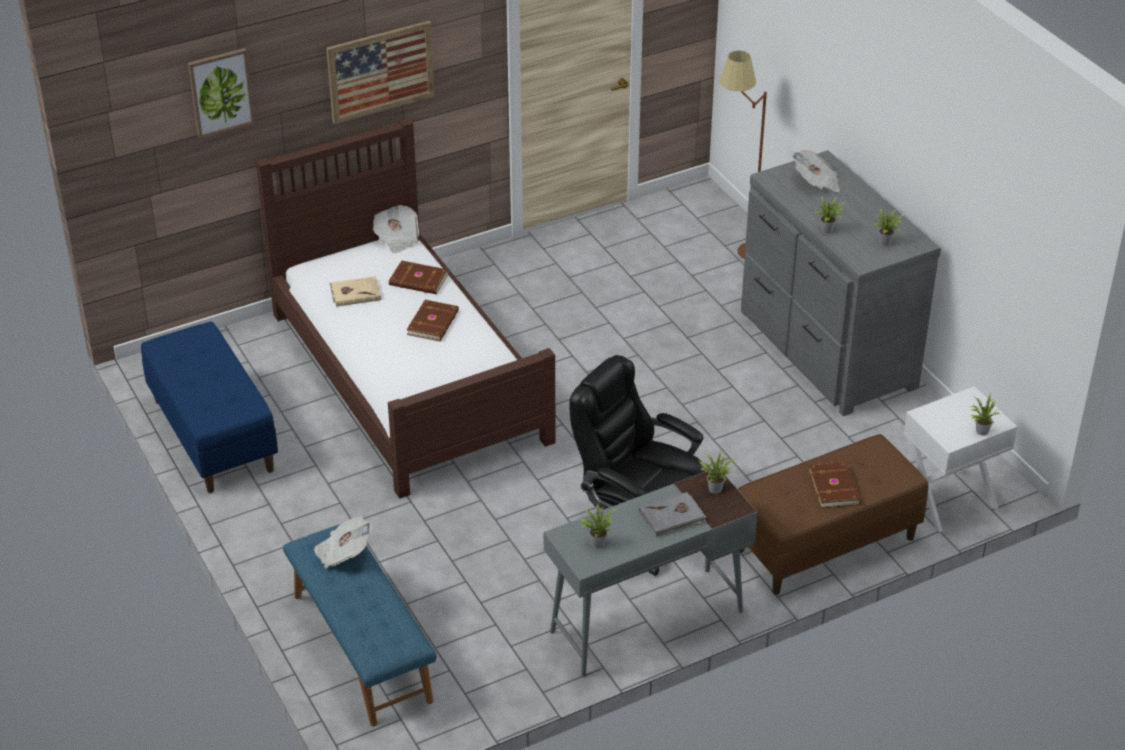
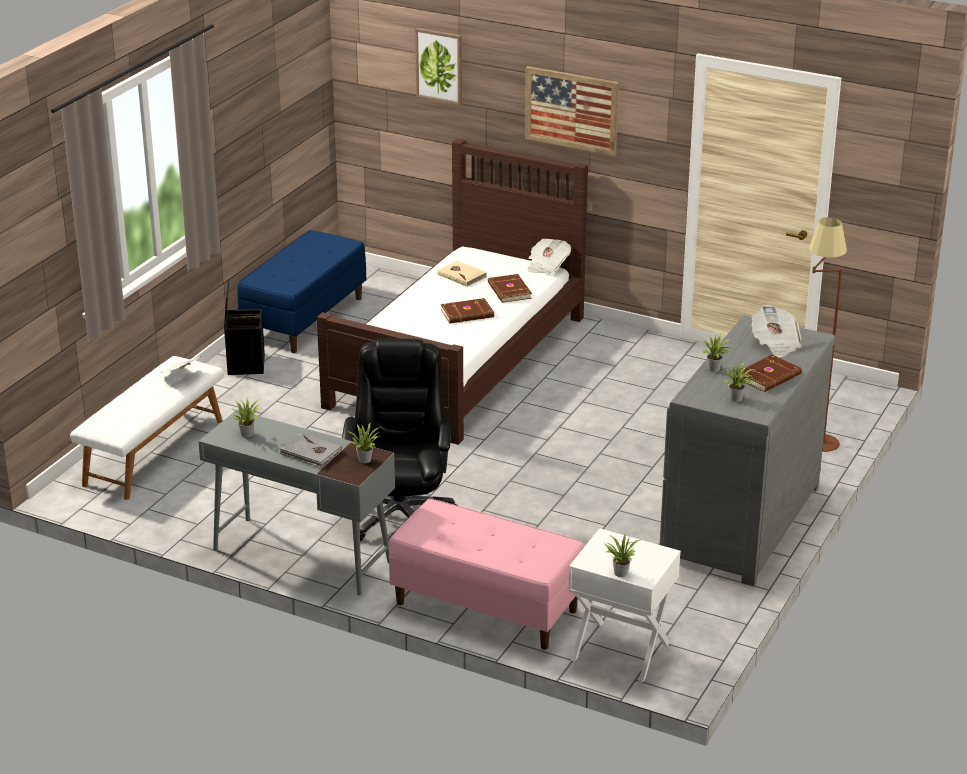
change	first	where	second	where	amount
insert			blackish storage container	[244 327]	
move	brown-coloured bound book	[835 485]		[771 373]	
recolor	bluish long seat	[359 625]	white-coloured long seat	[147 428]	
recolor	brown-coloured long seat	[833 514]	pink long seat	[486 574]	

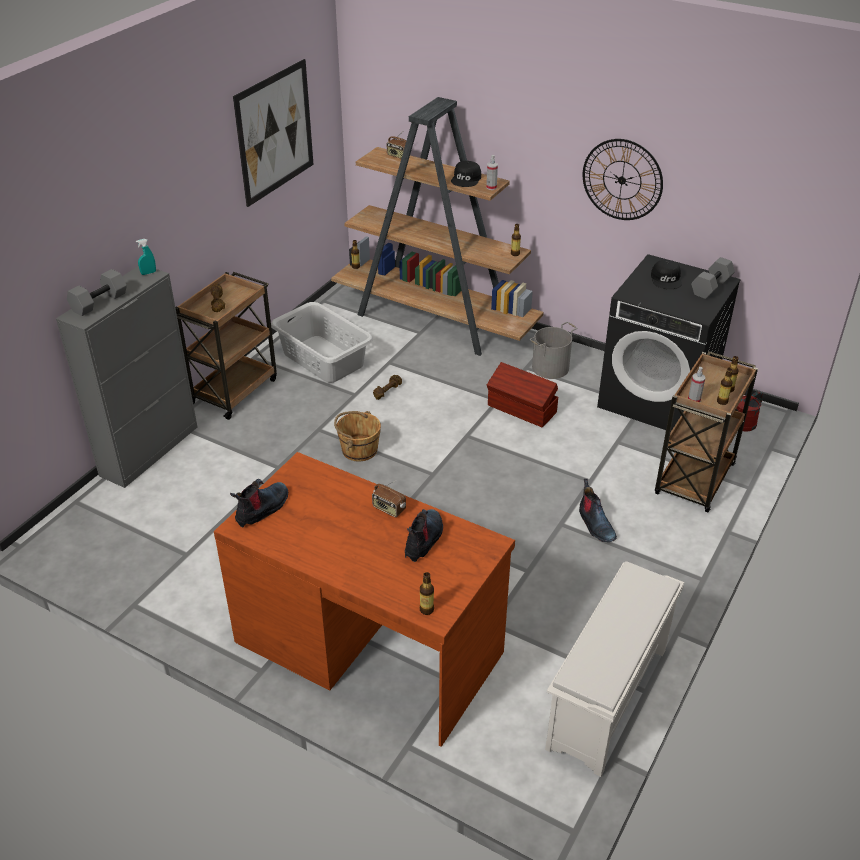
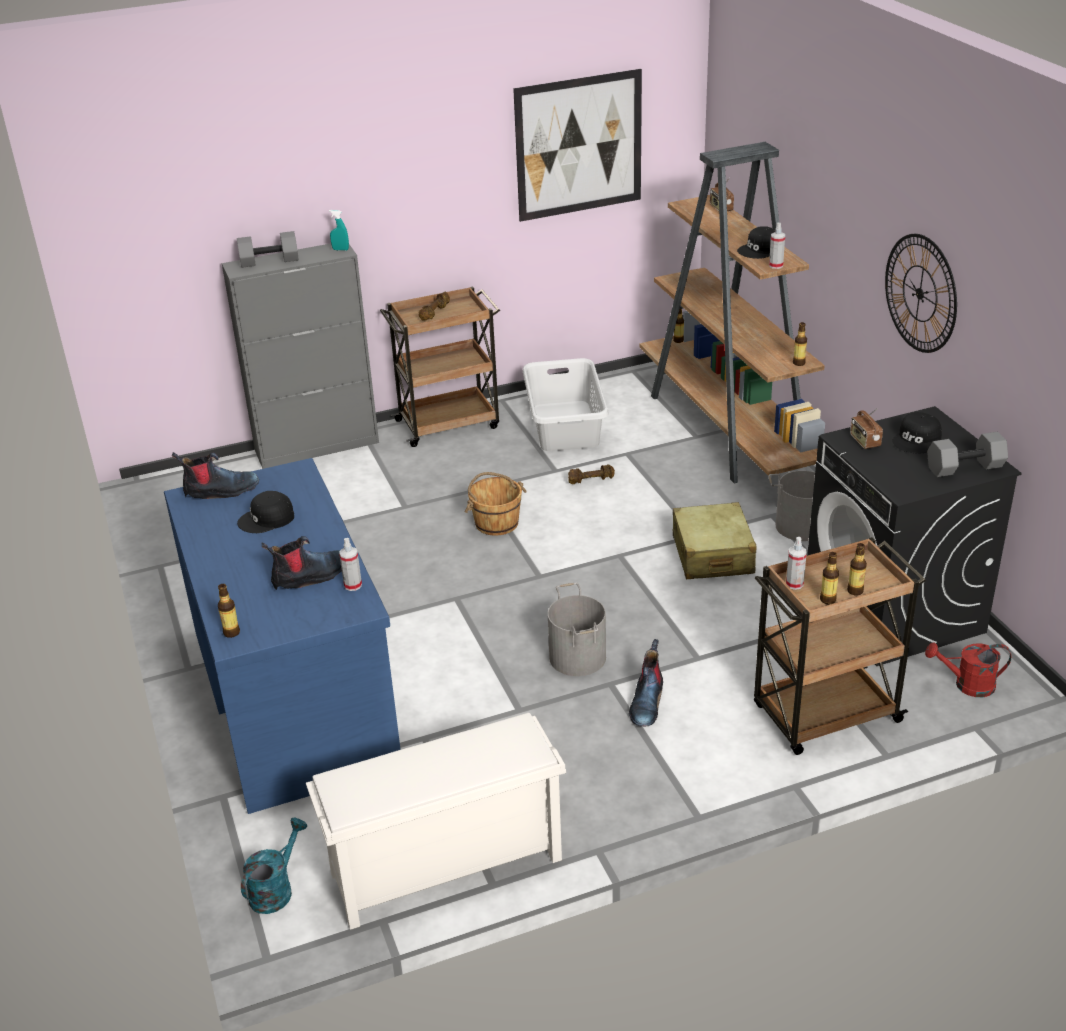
change	first	where	second	where	amount
insert			blackish cap	[265 512]	
insert			blue-green watering pot	[274 866]	
insert			hand sprayer	[350 564]	
insert			gray bucket	[577 629]	
move	radio set	[389 499]		[866 428]	
replace	brown-coloured storage container	[523 394]	beige-coloured suitcase	[714 540]	
recolor	brown-coloured desk unit	[364 599]	bluish desk unit	[282 636]	

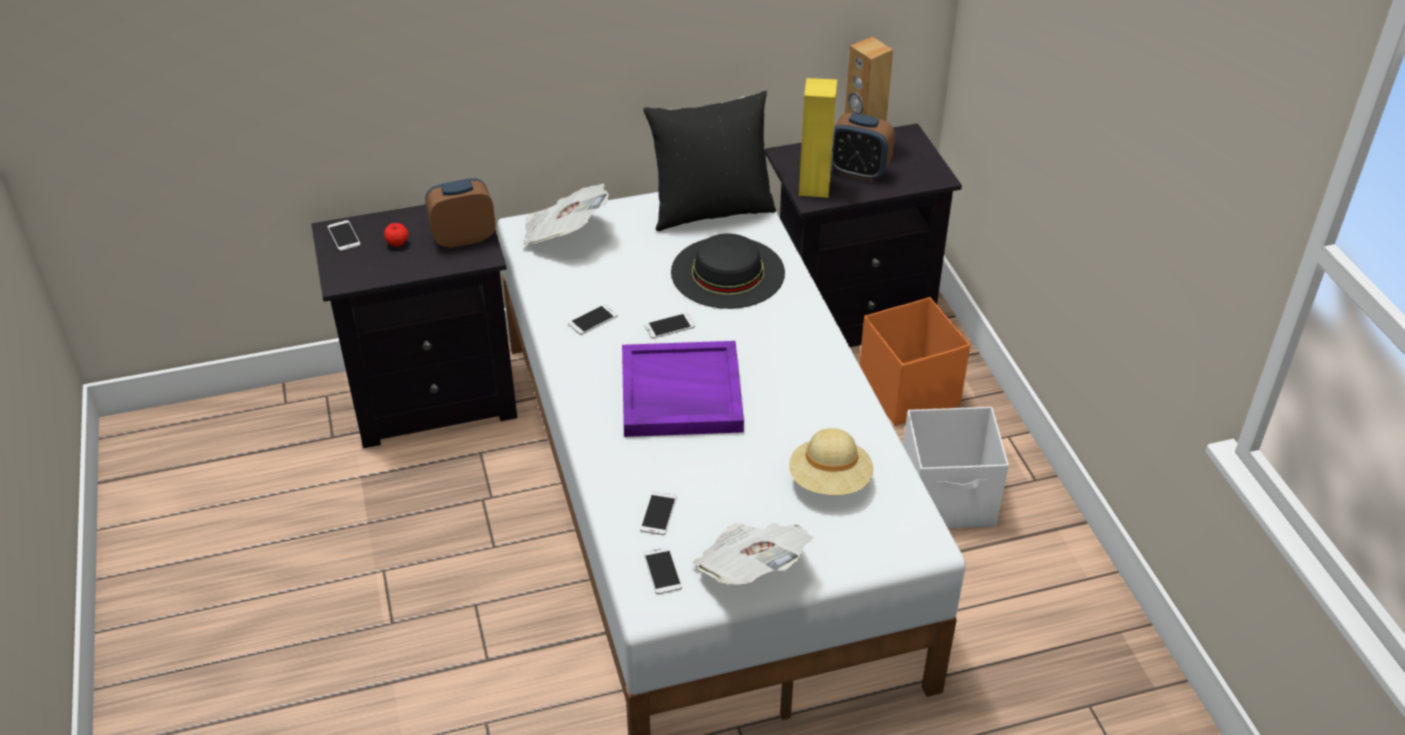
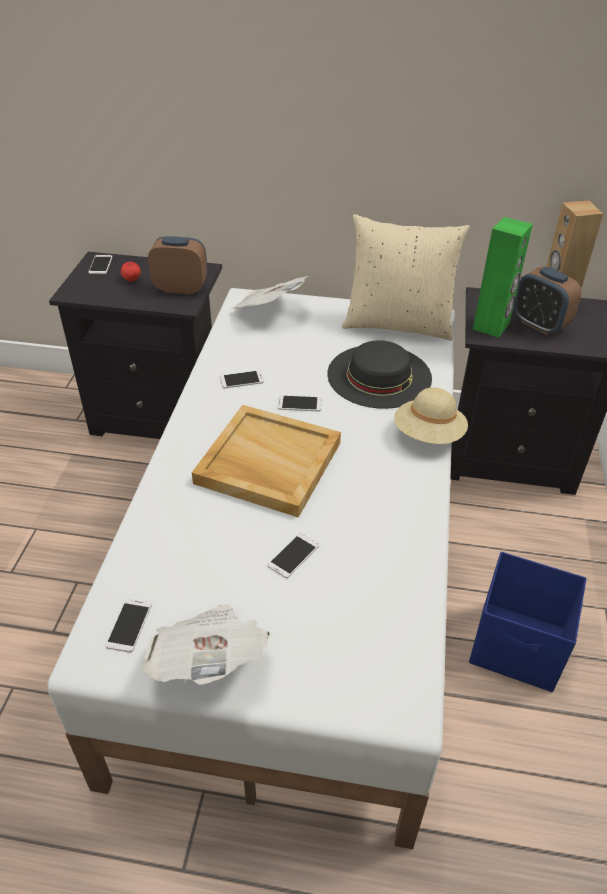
change	first	where	second	where	amount
delete	orangey storage container	[914 361]			
move	telephone	[658 513]		[293 555]	
move	beige-coloured hat	[831 461]		[431 415]	
recolor	purple-coloured tray	[683 389]	beige-coloured tray	[266 461]	
recolor	blackish cushion	[709 160]	beige-coloured cushion	[405 277]	
recolor	yellow-coloured audio speaker	[818 138]	green-coloured audio speaker	[503 277]	
recolor	white-coloured storage container	[956 467]	bluish storage container	[528 621]	

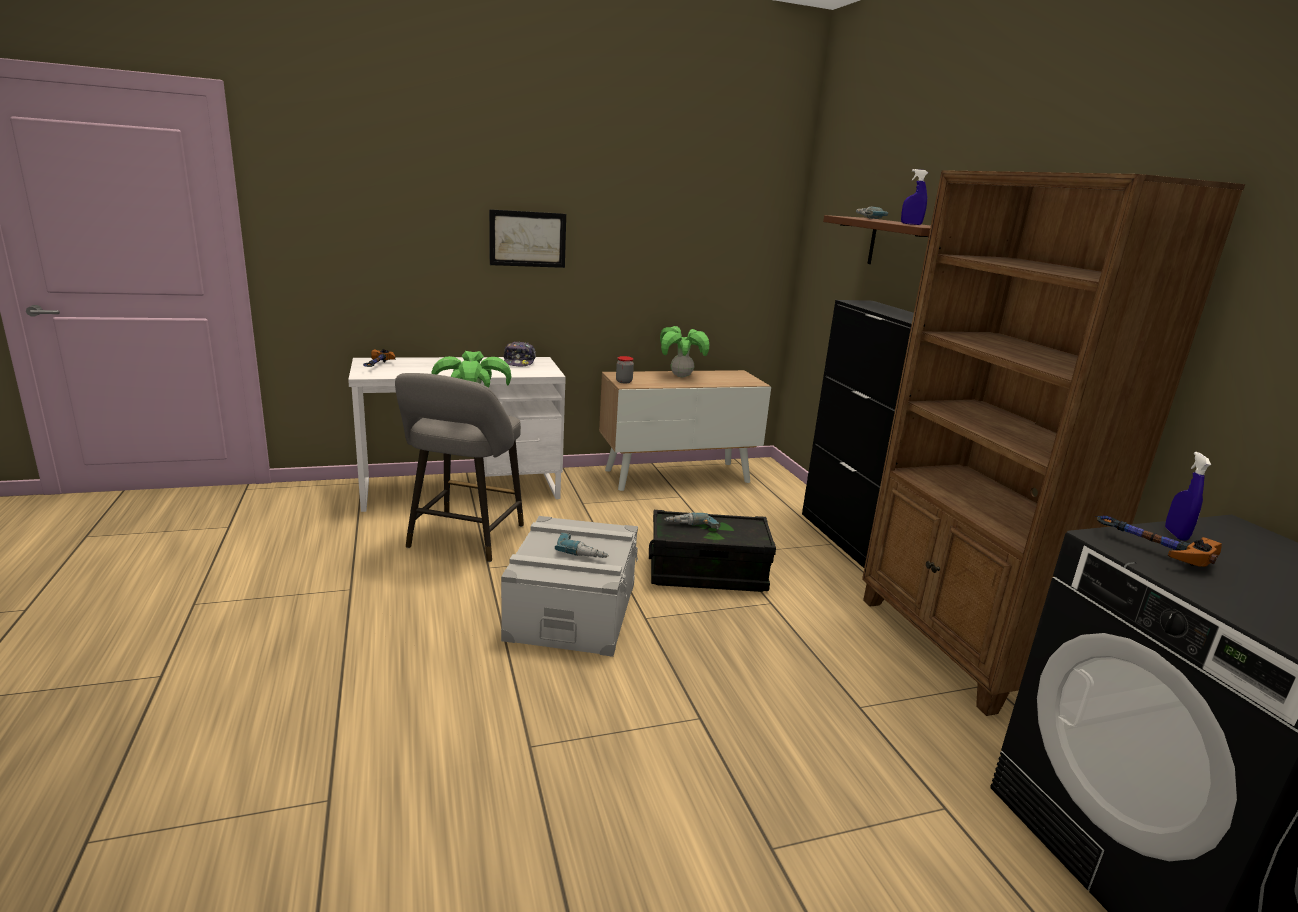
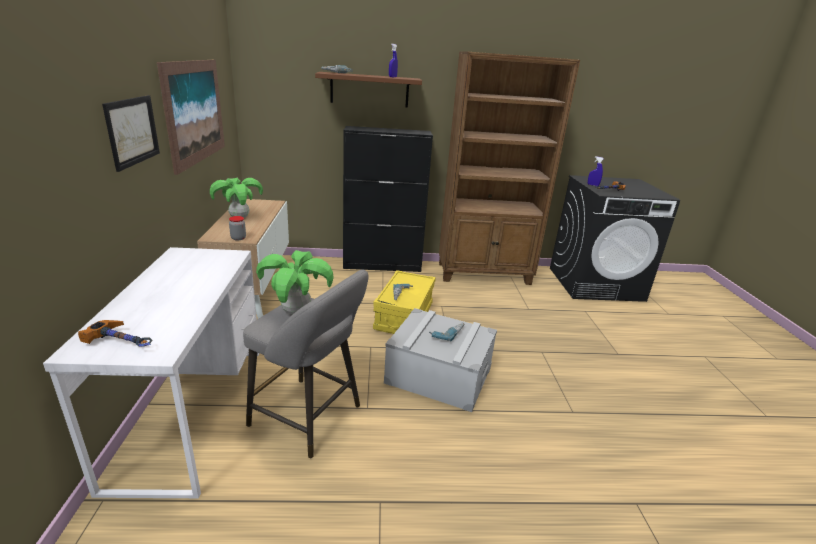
change	first	where	second	where	amount
delete	cap	[519 354]			
insert			picture	[191 117]	
recolor	blackish storage container	[712 551]	yellow-coloured storage container	[404 302]	

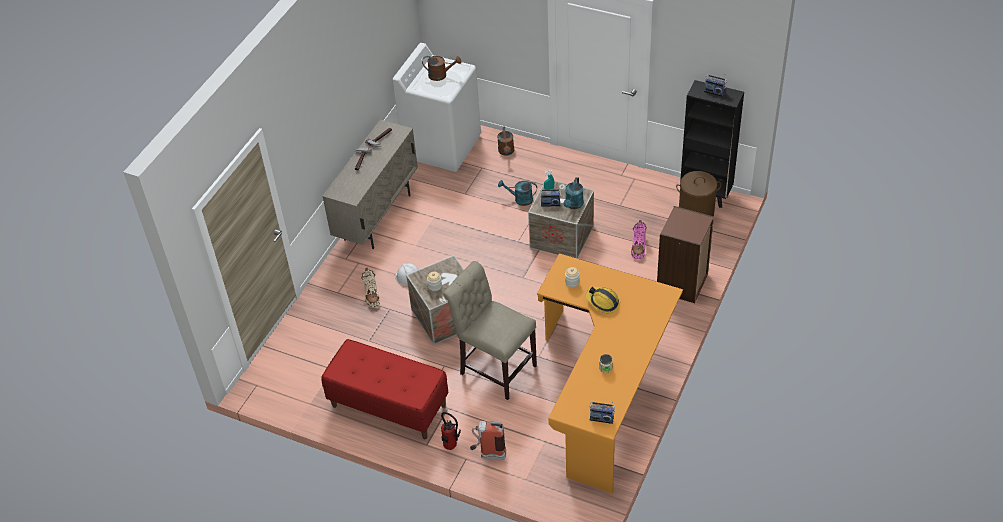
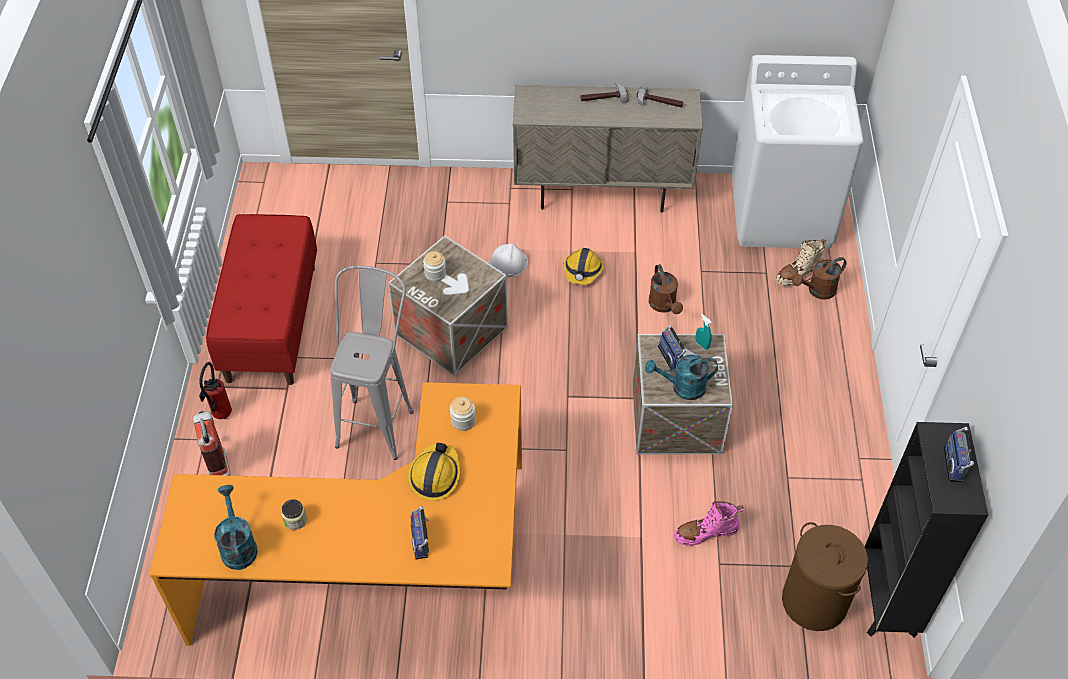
change	first	where	second	where	amount
delete	brown-coloured bookshelf	[685 254]			
insert			hard hat	[583 266]	
move	beige-coloured boot	[370 288]		[801 262]	
move	brown-coloured watering pot	[441 68]		[666 289]	
move	blue-green watering pot	[517 193]		[236 527]	
move	radio set	[602 413]		[419 532]	
replace	beige-coloured chair	[490 330]	gray sitting stool	[372 362]	

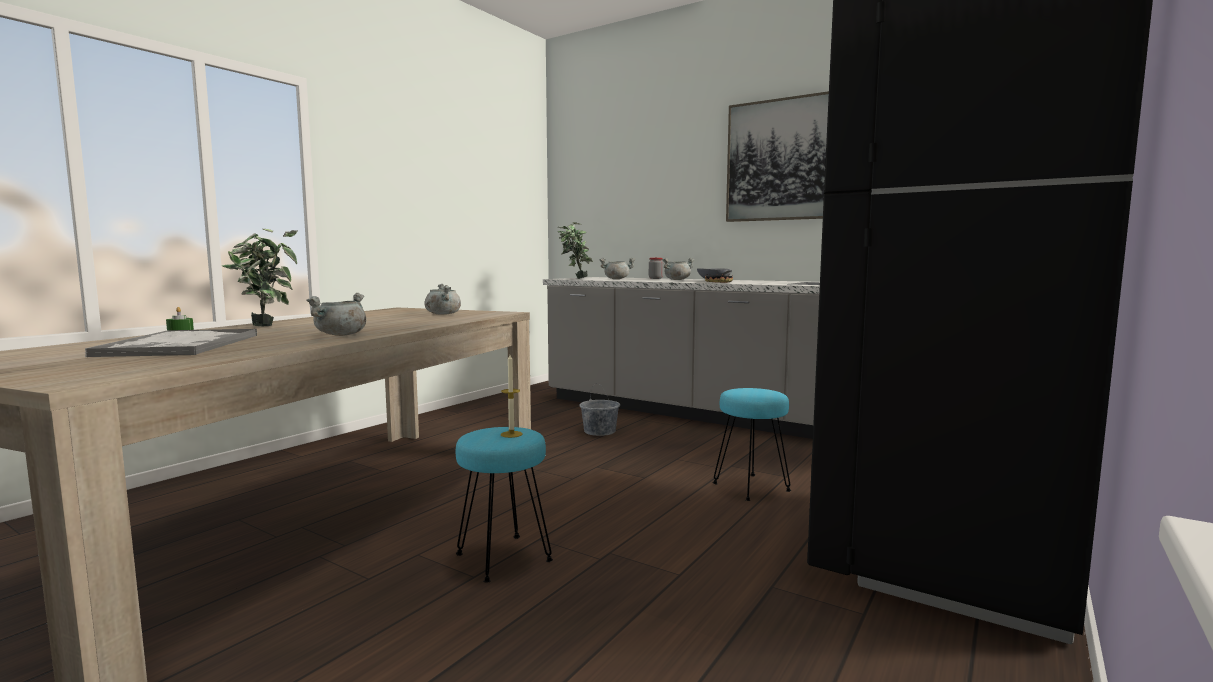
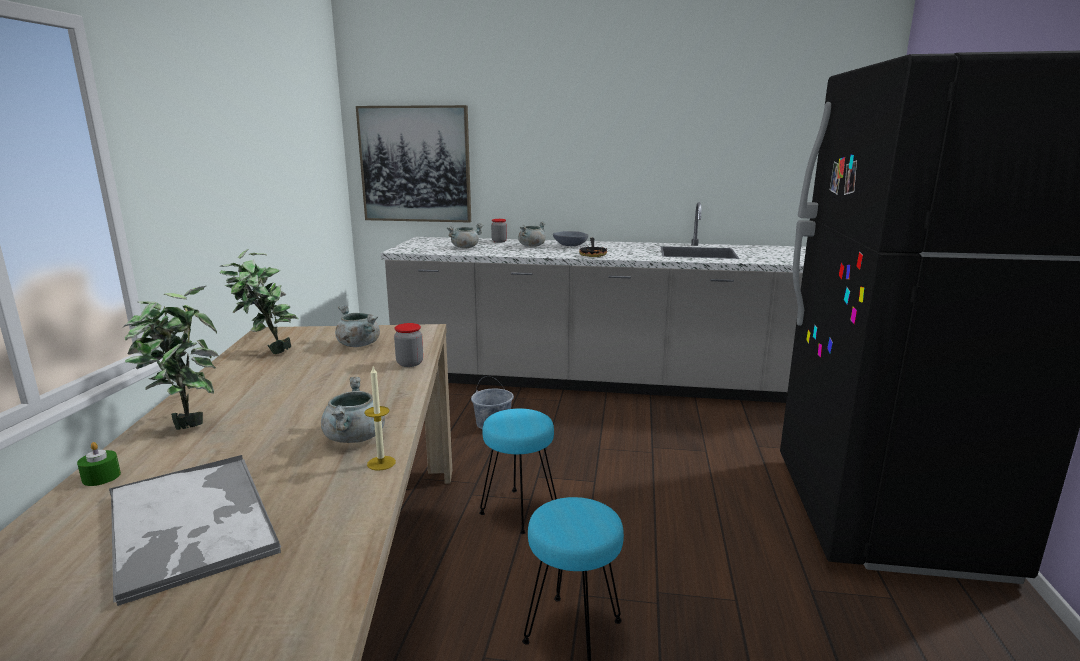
change	first	where	second	where	amount
insert			jar	[408 345]	
move	wax light	[512 396]		[380 418]	
move	houseplant	[575 250]		[258 301]	
move	blue-green sitting stool	[751 444]		[518 471]	
move	picture	[777 156]		[413 164]	

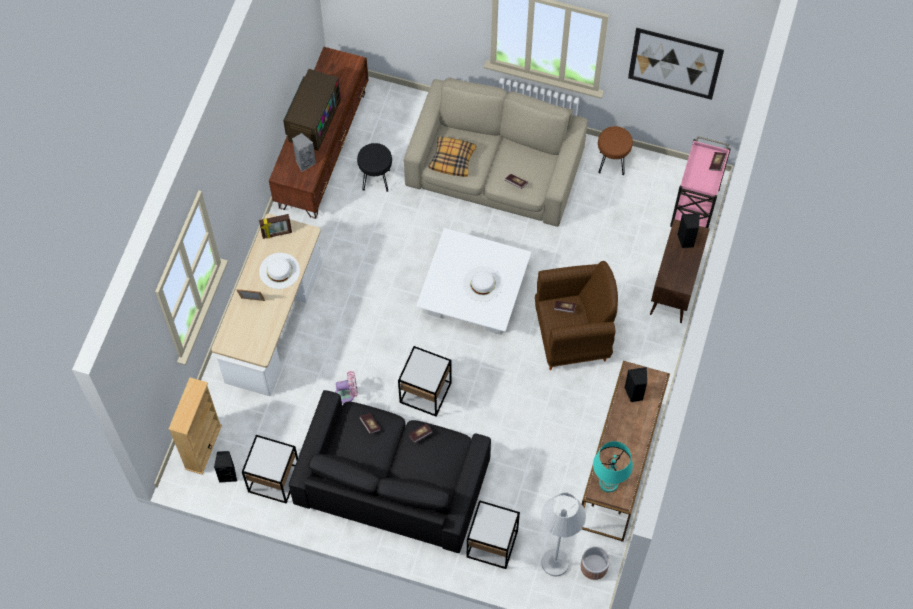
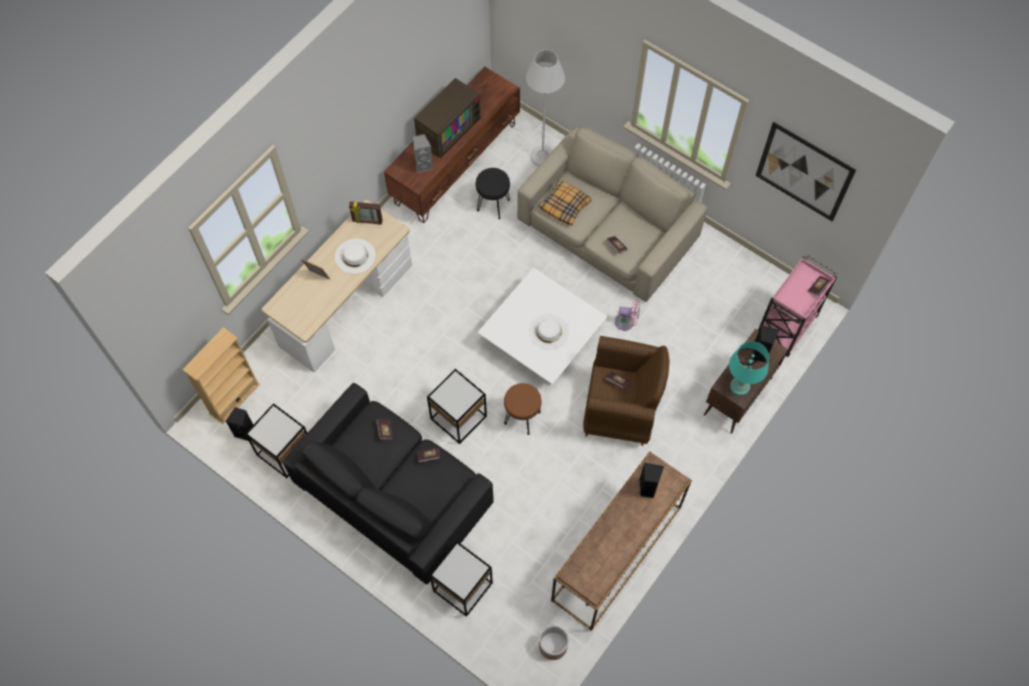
change	first	where	second	where	amount
move	pink cooling fan	[346 387]		[627 315]	
move	white-coloured standing lamp	[563 534]		[545 108]	
move	blue-green table lamp	[613 466]		[749 368]	
move	brown-coloured sitting stool	[615 150]		[522 409]	

